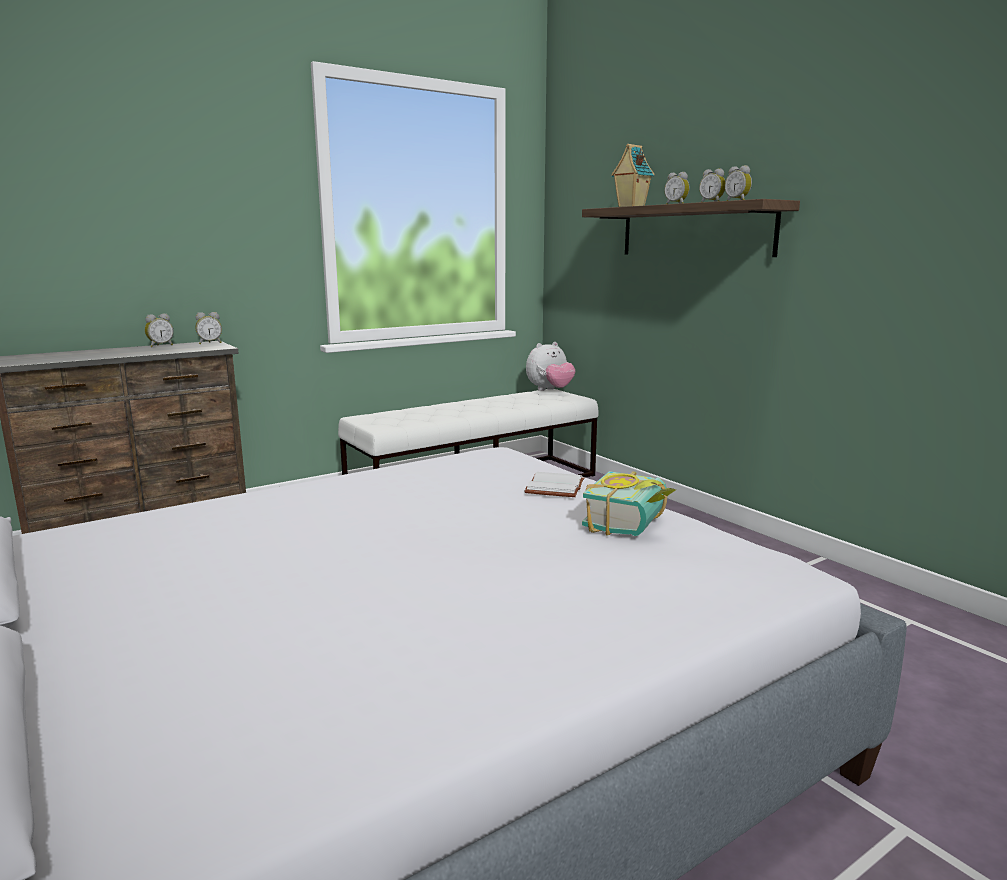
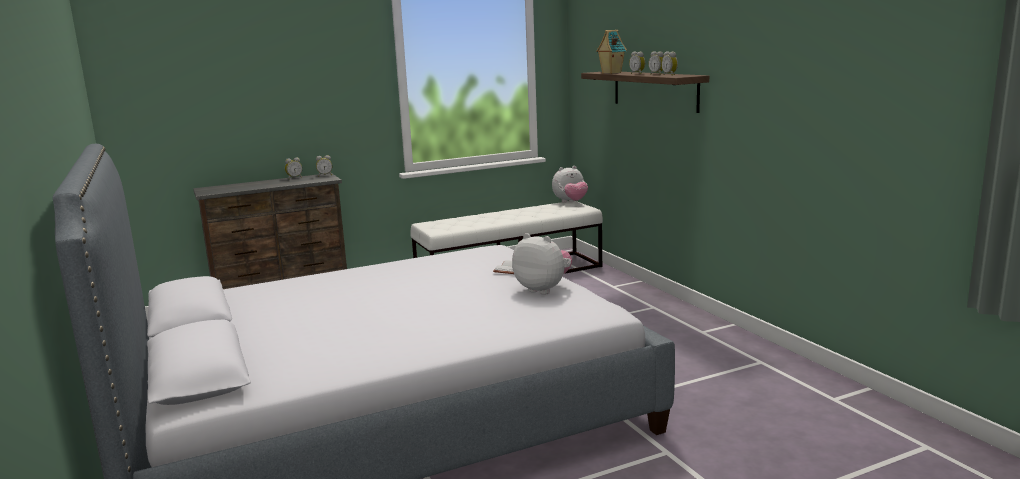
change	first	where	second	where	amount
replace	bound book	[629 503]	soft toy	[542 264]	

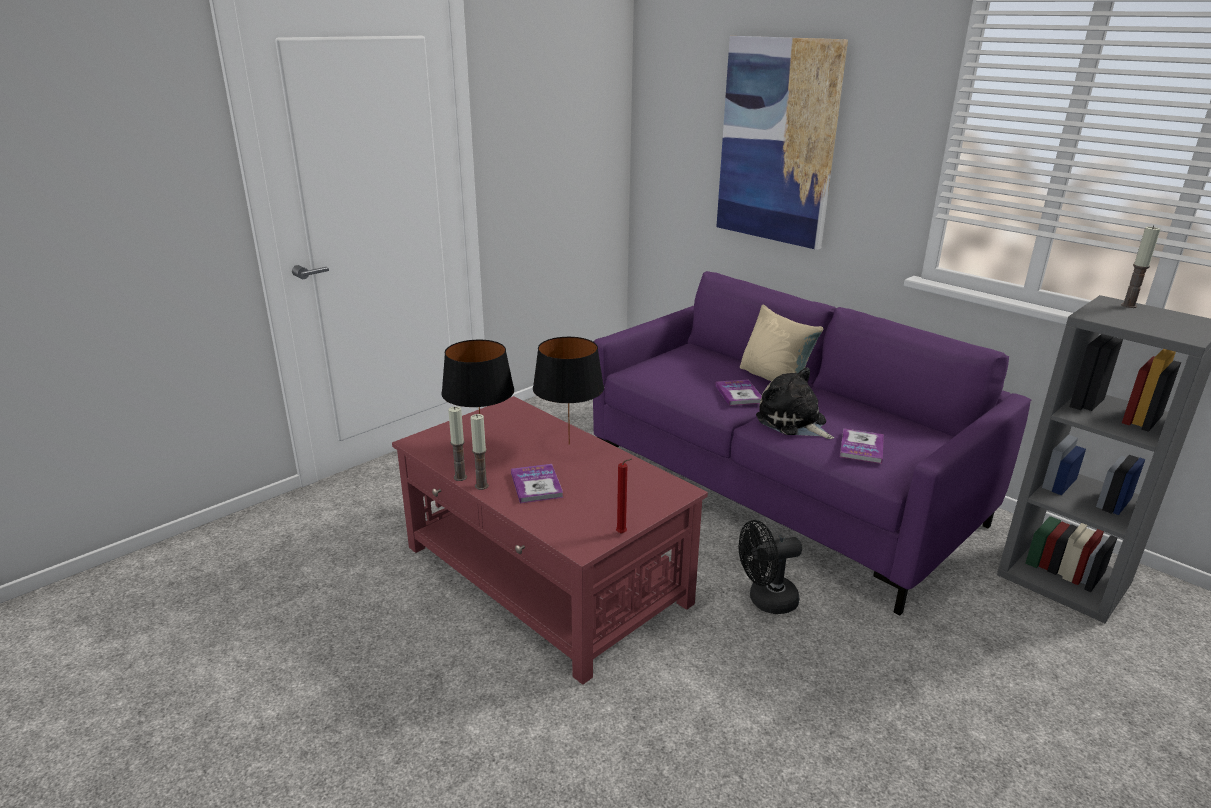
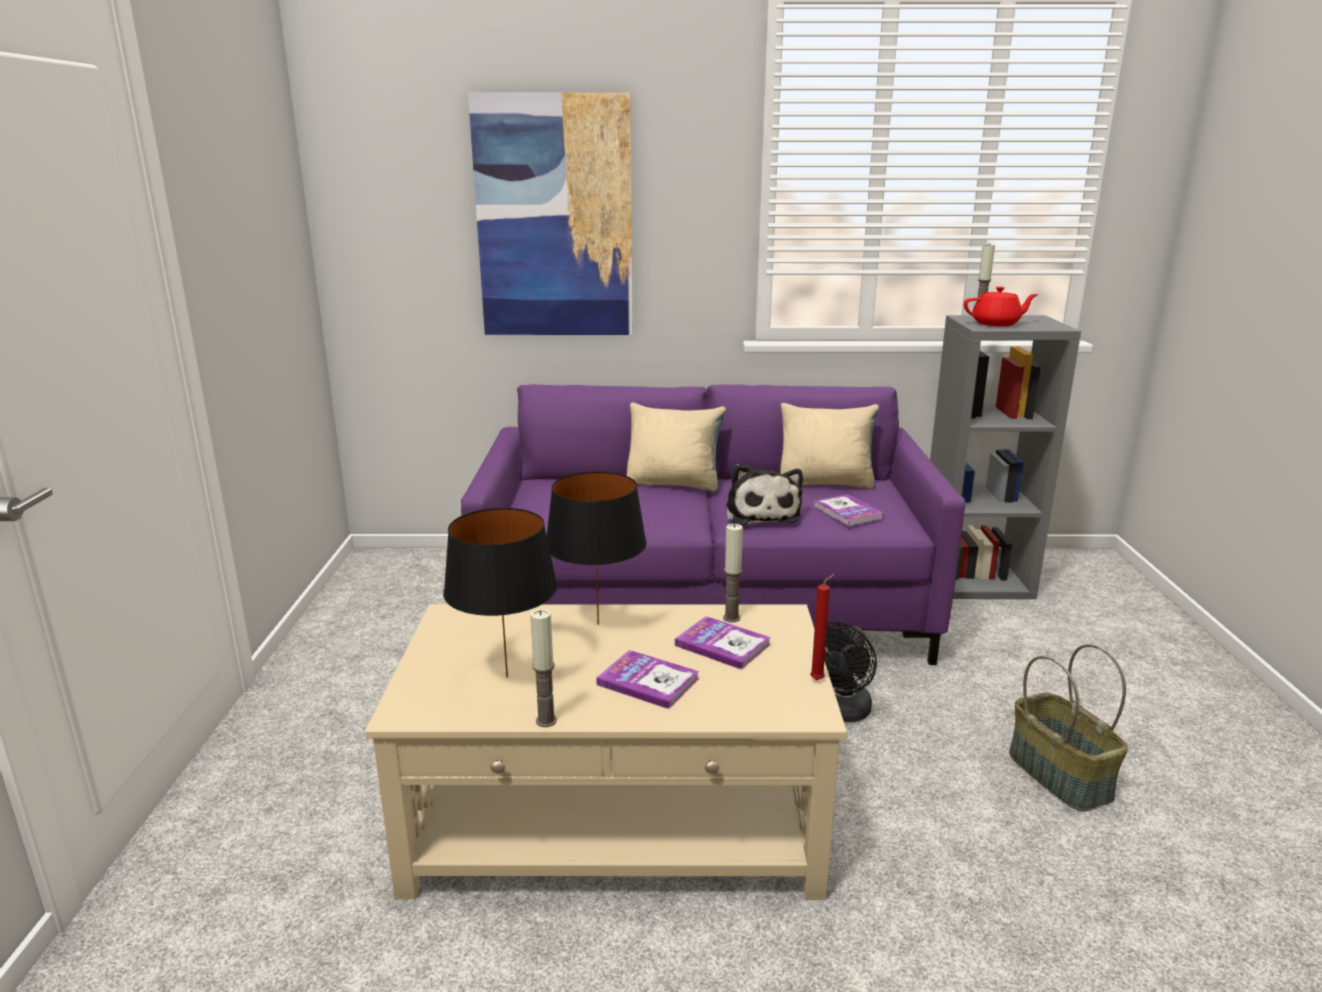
change	first	where	second	where	amount
insert			beige-coloured cushion	[829 446]	
insert			reddish pot for tea	[1001 306]	
insert			household basket	[1068 727]	
move	wax light	[480 452]		[733 573]	
move	bound book	[738 393]		[723 643]	
recolor	reddish lounge table	[550 540]	beige-coloured lounge table	[606 752]	
rotate	soft toy	[795 403]		[764 494]	105 degrees counterclockwise

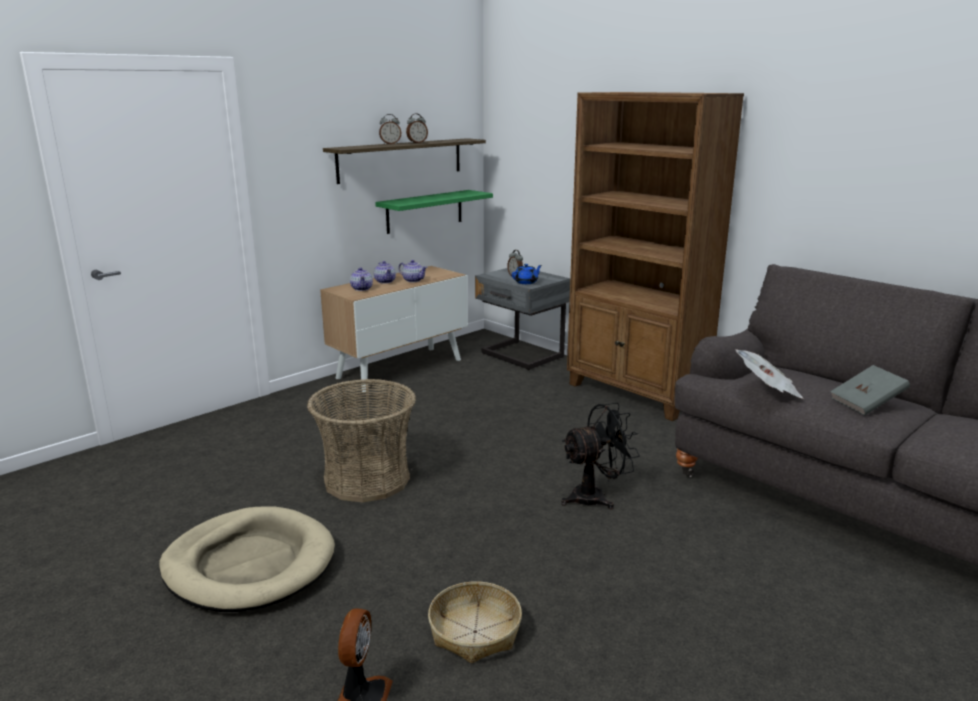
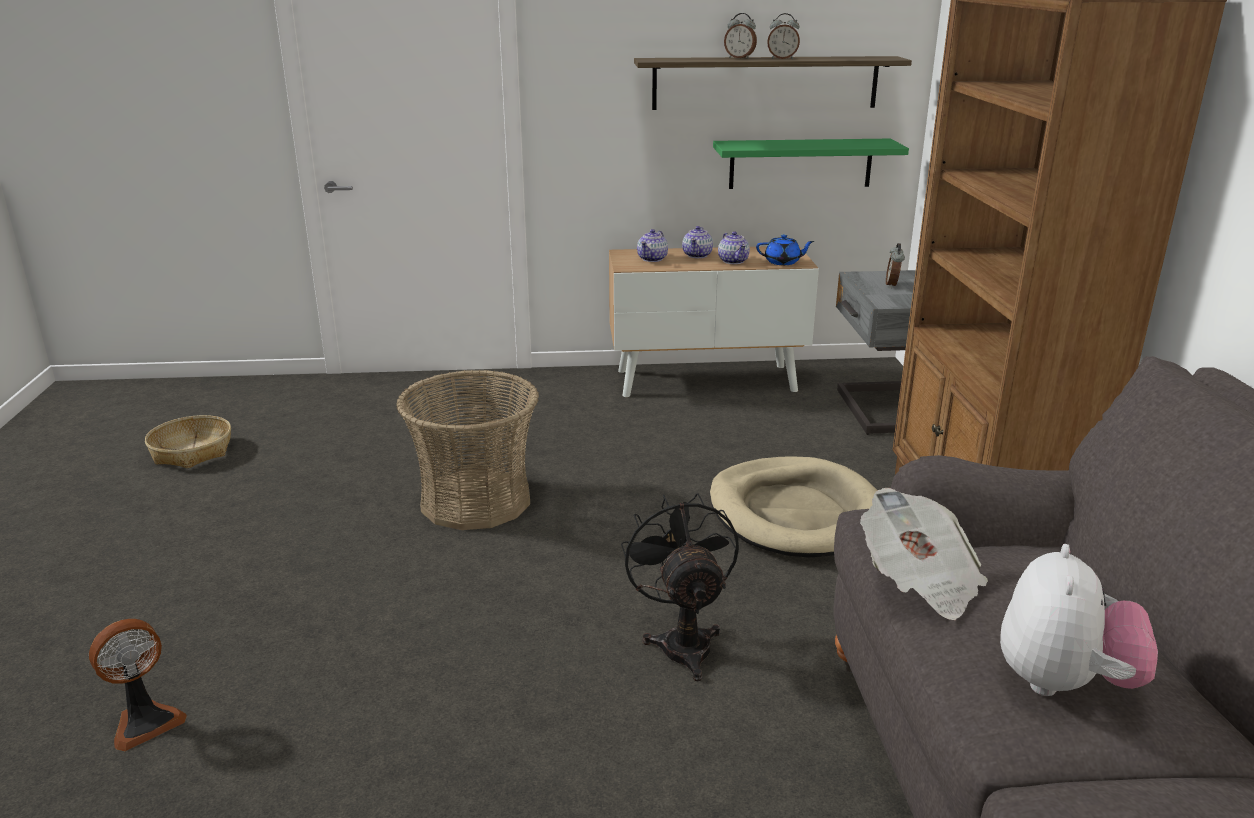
change	first	where	second	where	amount
move	beige-coloured dog bed	[247 559]		[793 507]	
move	household basket	[475 622]		[188 441]	
move	bluish pot for tea	[527 274]		[785 250]	
replace	gray bound book	[870 390]	soft toy	[1079 620]	
rotate	blackish cooling fan	[600 456]		[680 587]	120 degrees counterclockwise

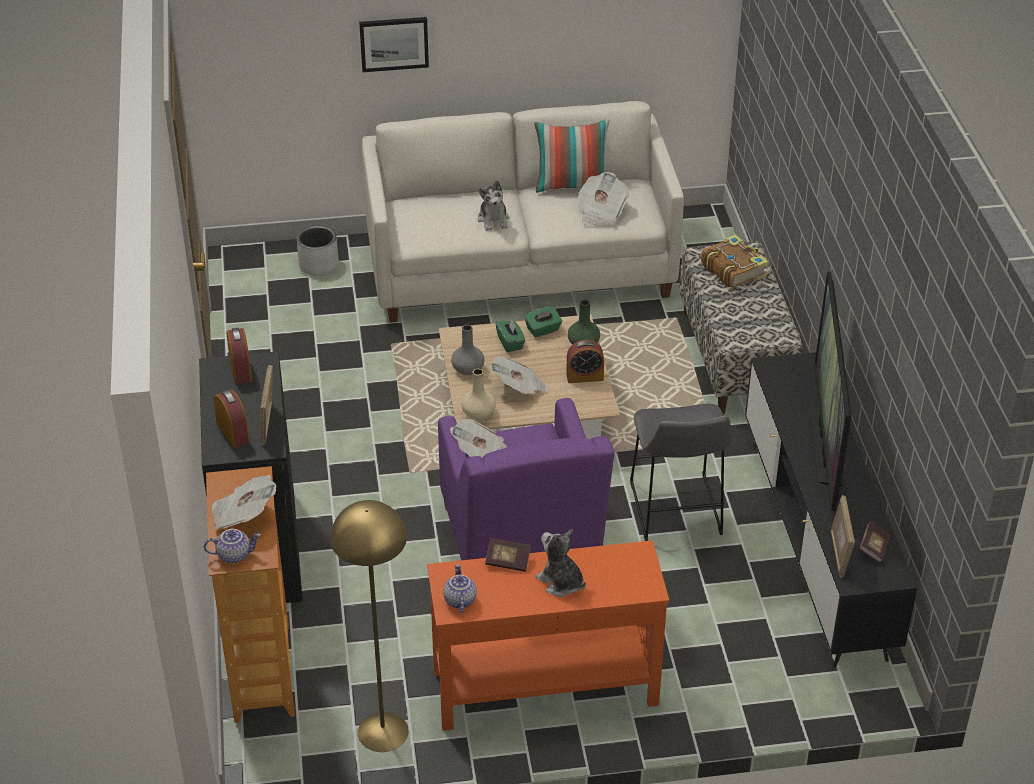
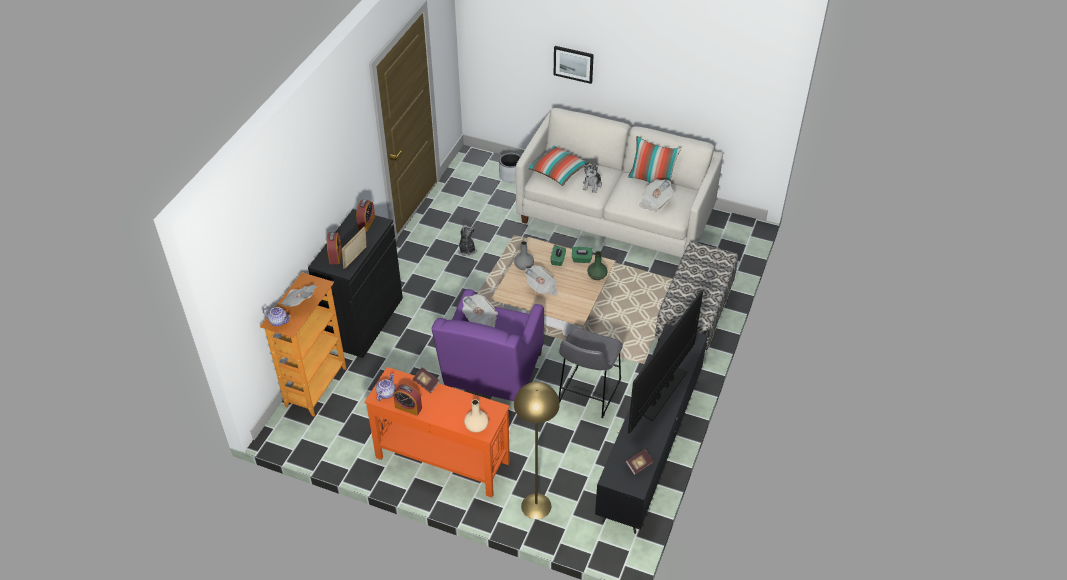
change	first	where	second	where	amount
delete	bound book	[735 262]			
delete	picture frame	[843 536]			
insert			cushion	[559 165]	
move	yellow-coloured standing lamp	[369 626]		[537 450]	
move	beige-coloured vase	[479 394]		[476 416]	
move	soft toy	[560 563]		[467 240]	
move	bedside clock	[585 361]		[407 400]	

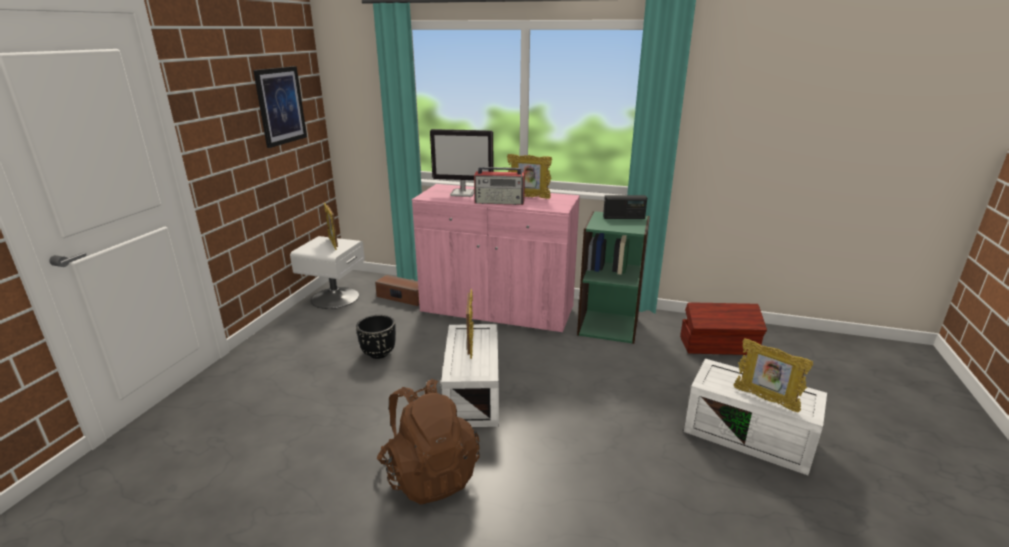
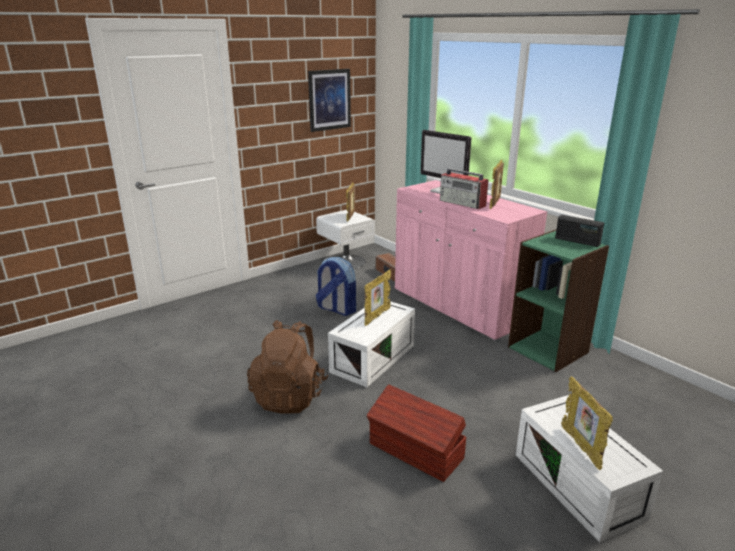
change	first	where	second	where	amount
move	brown-coloured storage container	[723 328]		[417 433]	
replace	blackish plant pot	[376 337]	knapsack	[336 286]	
rotate	picture frame	[529 176]		[497 184]	60 degrees clockwise

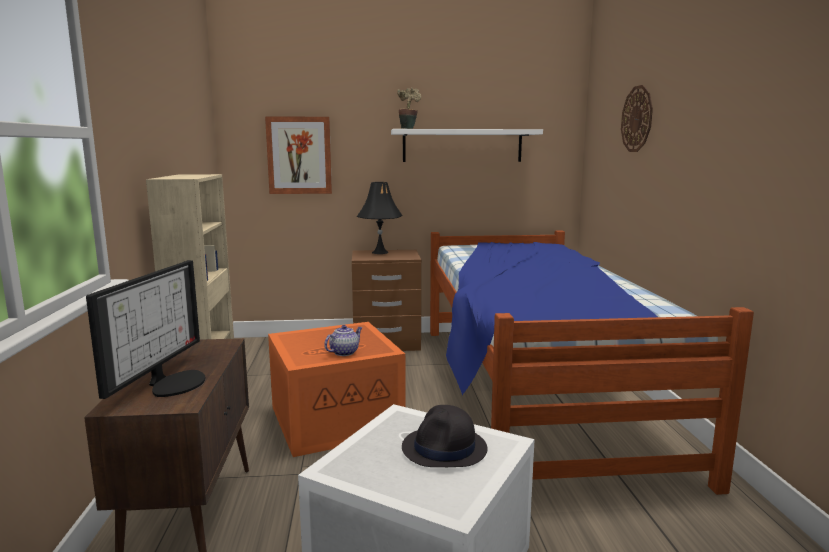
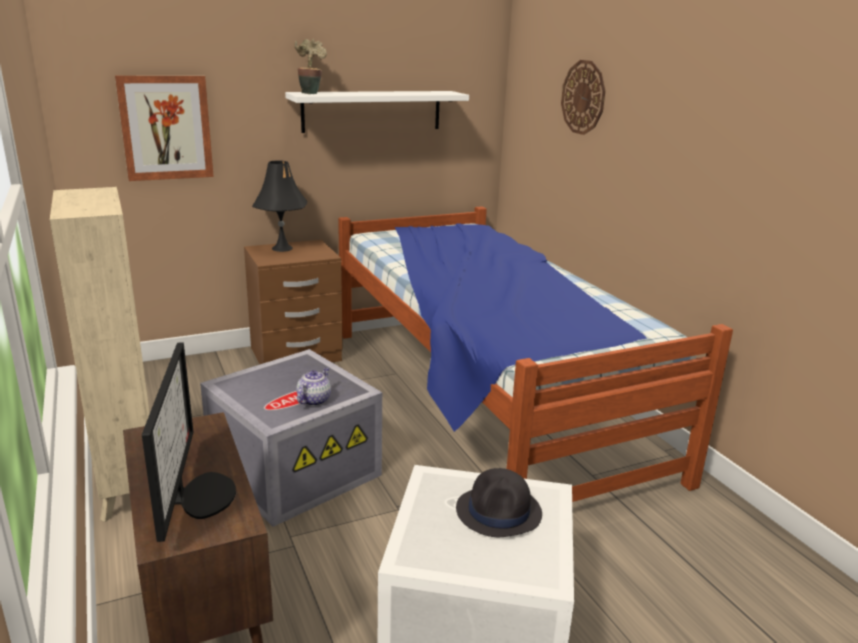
change	first	where	second	where	amount
recolor	orangey storage container	[337 389]	gray storage container	[291 438]	

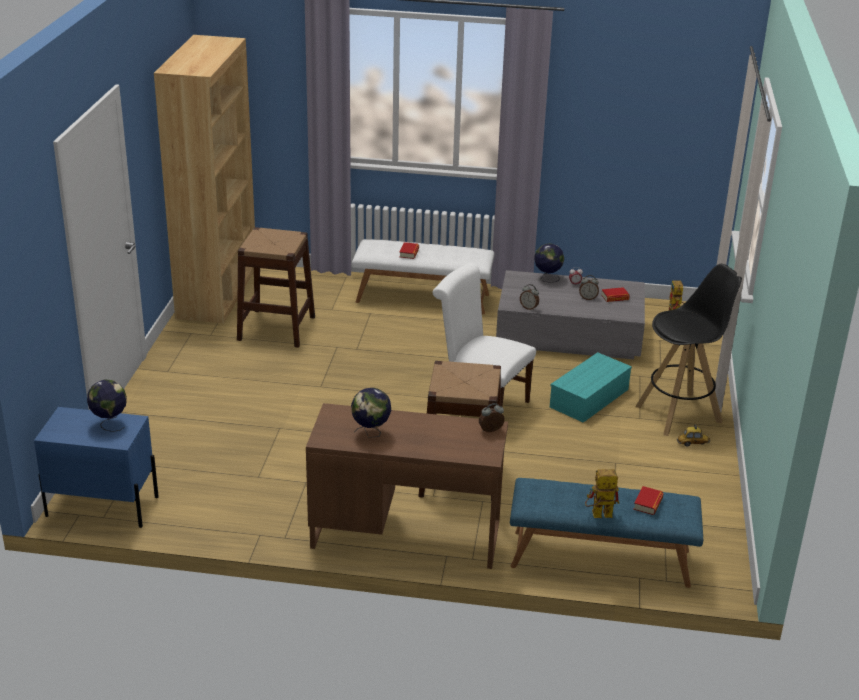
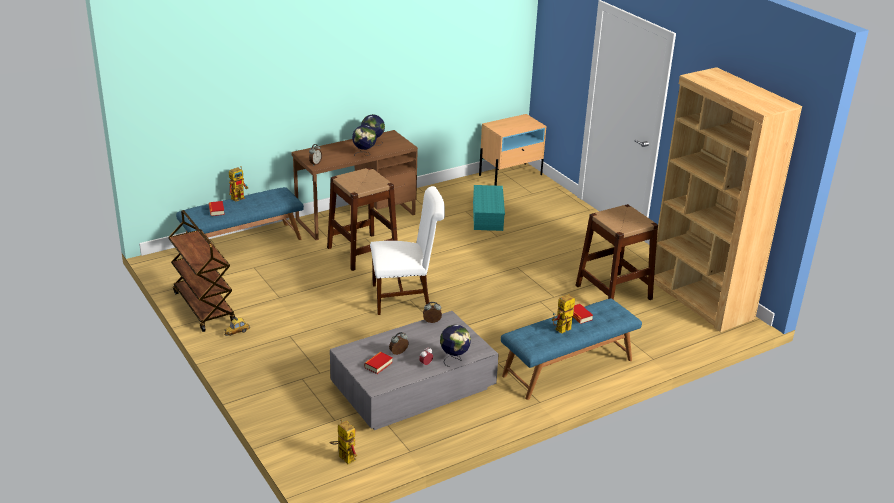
change	first	where	second	where	amount
delete	blackish sitting stool	[688 350]			
insert			brown-coloured wheeled cart	[201 271]	
insert			toy robot	[563 314]	
move	world globe	[107 406]		[364 140]	
move	blue-green storage container	[591 387]		[489 208]	
recolor	bluish night table	[96 467]	beige-coloured night table	[512 150]	
recolor	white-coloured long seat	[423 276]	bluish long seat	[571 349]	

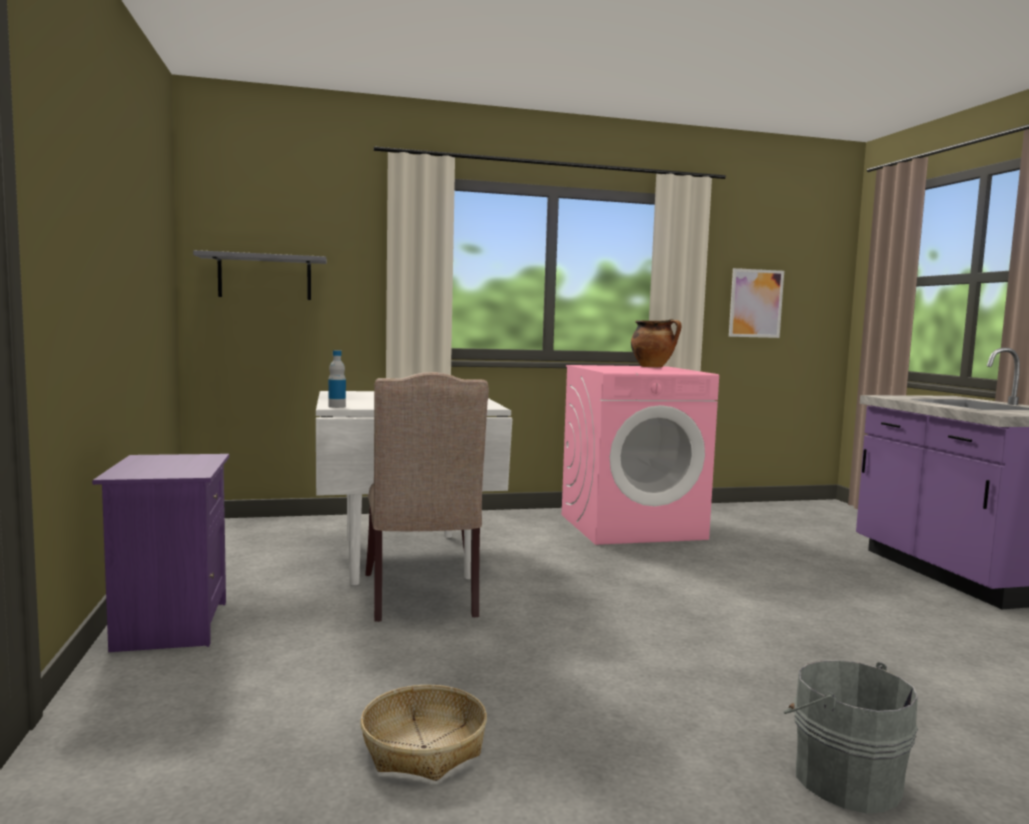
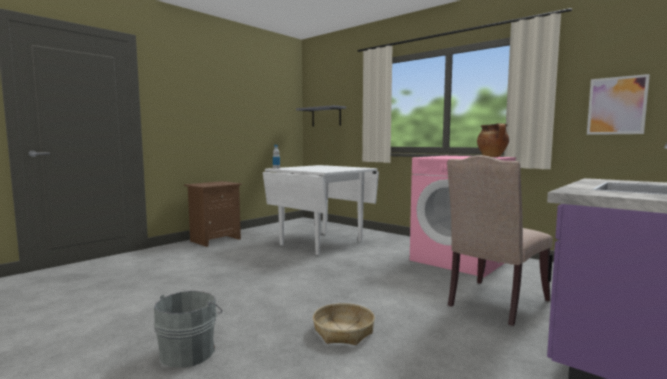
change	first	where	second	where	amount
move	household basket	[423 733]		[344 324]	
move	beige-coloured chair	[427 497]		[500 240]	
recolor	purple-coloured night table	[160 553]	brown-coloured night table	[213 214]	

